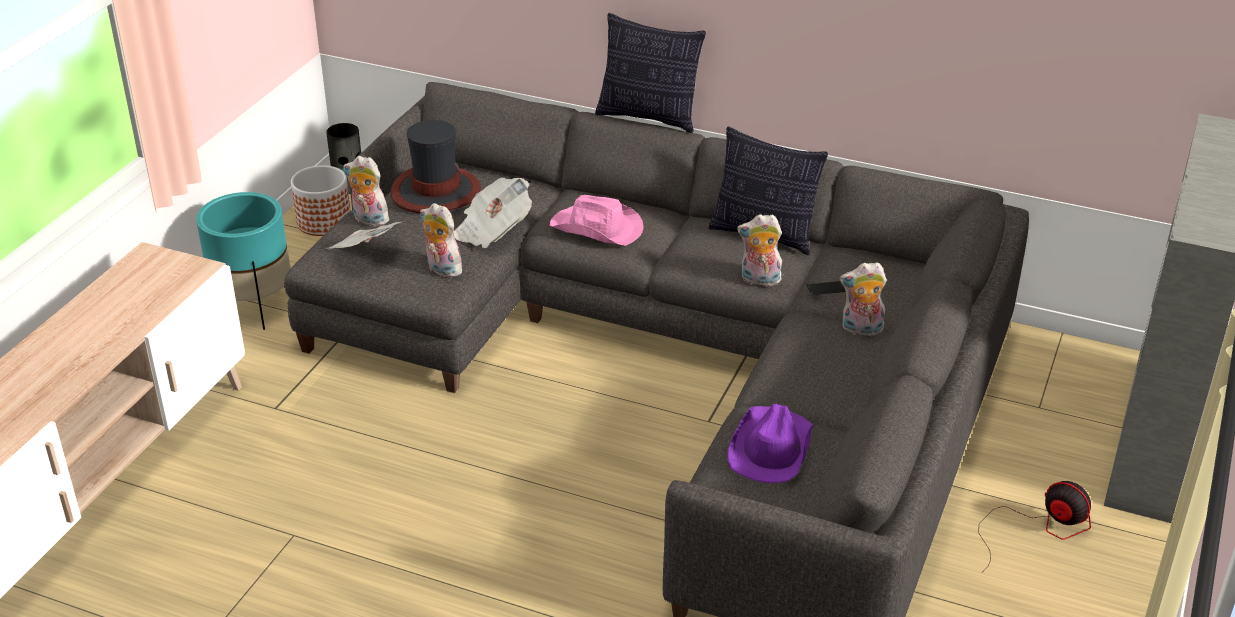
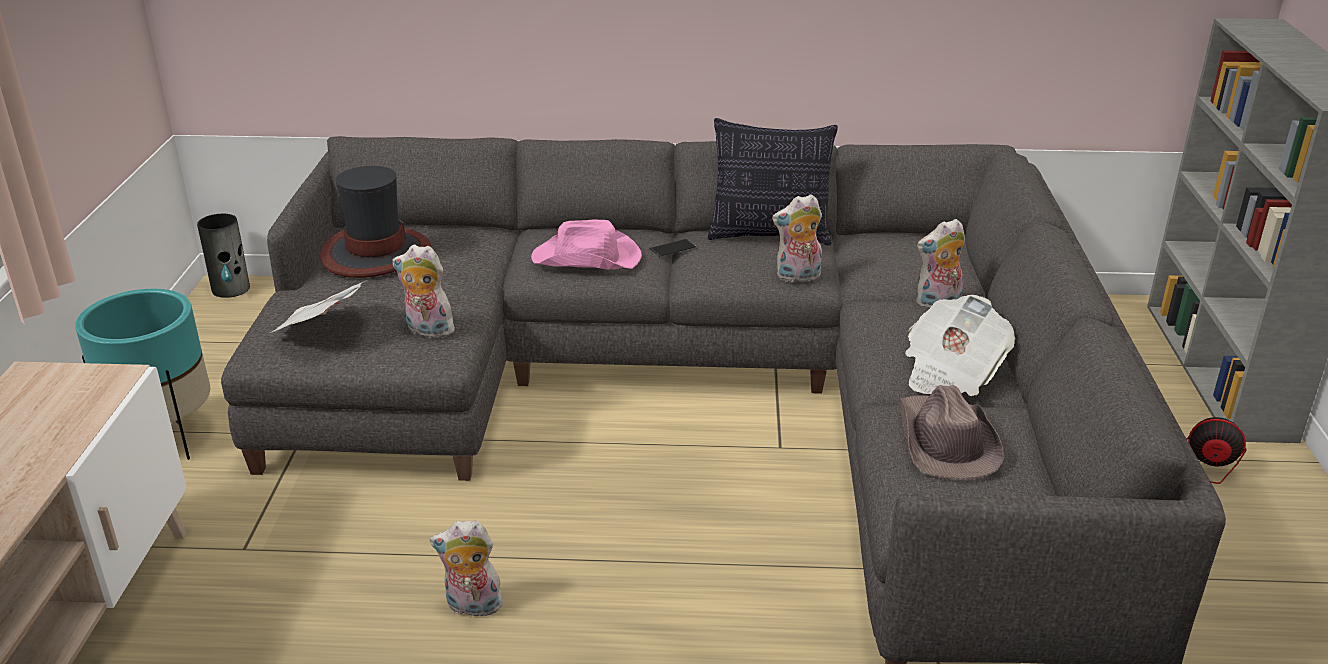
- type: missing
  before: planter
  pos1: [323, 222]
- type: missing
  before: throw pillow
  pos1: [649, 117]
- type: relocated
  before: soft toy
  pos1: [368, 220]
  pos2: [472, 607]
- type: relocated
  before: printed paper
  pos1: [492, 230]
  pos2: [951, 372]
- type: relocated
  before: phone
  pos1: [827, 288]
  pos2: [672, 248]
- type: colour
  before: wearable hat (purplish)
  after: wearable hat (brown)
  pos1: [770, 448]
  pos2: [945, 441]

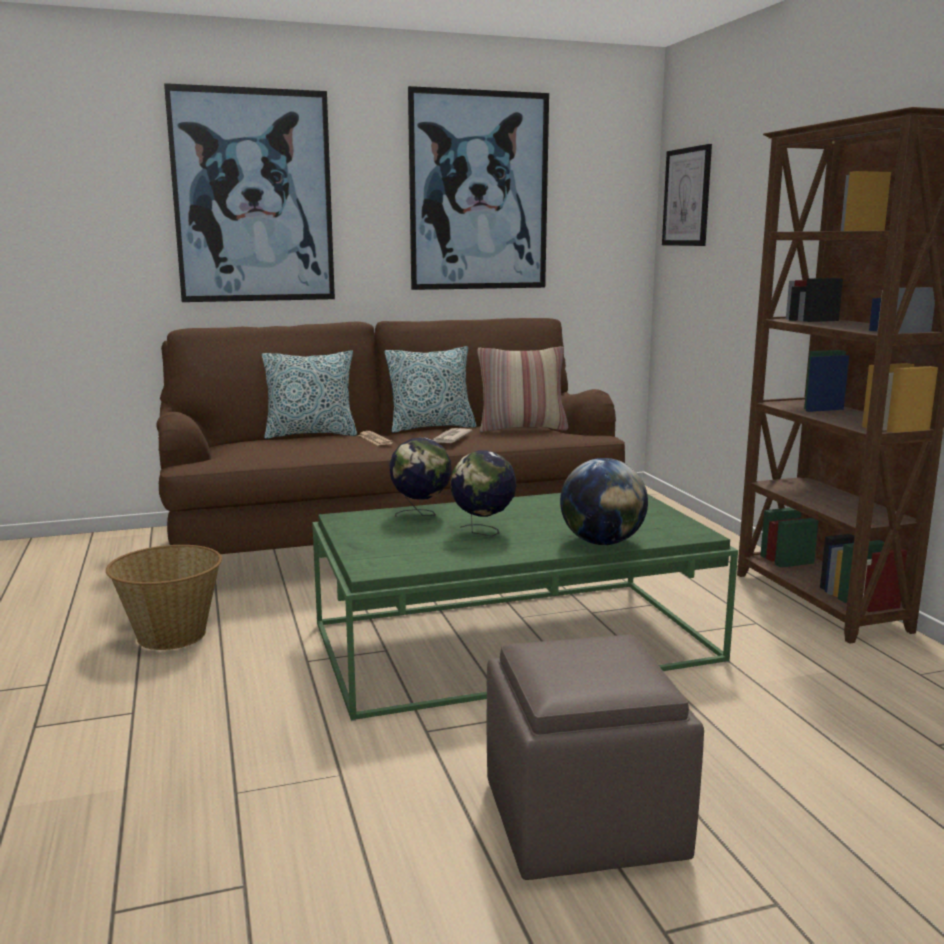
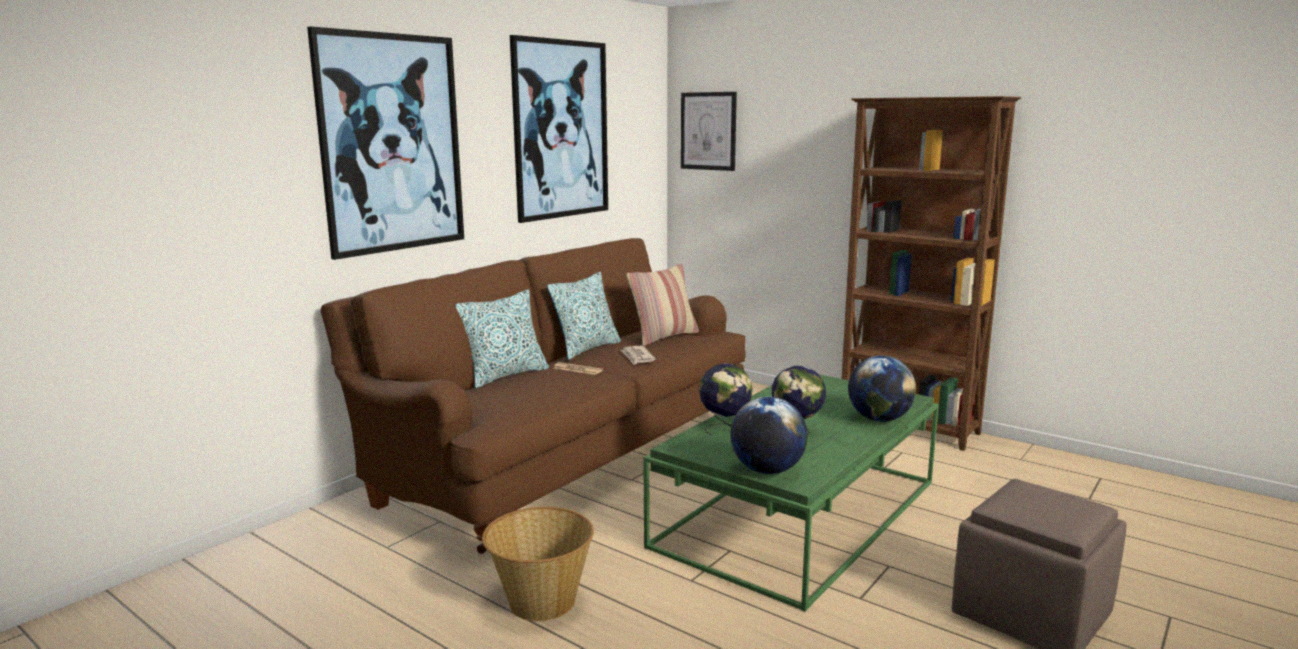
- type: appeared
  after: globe
  pos2: [767, 470]

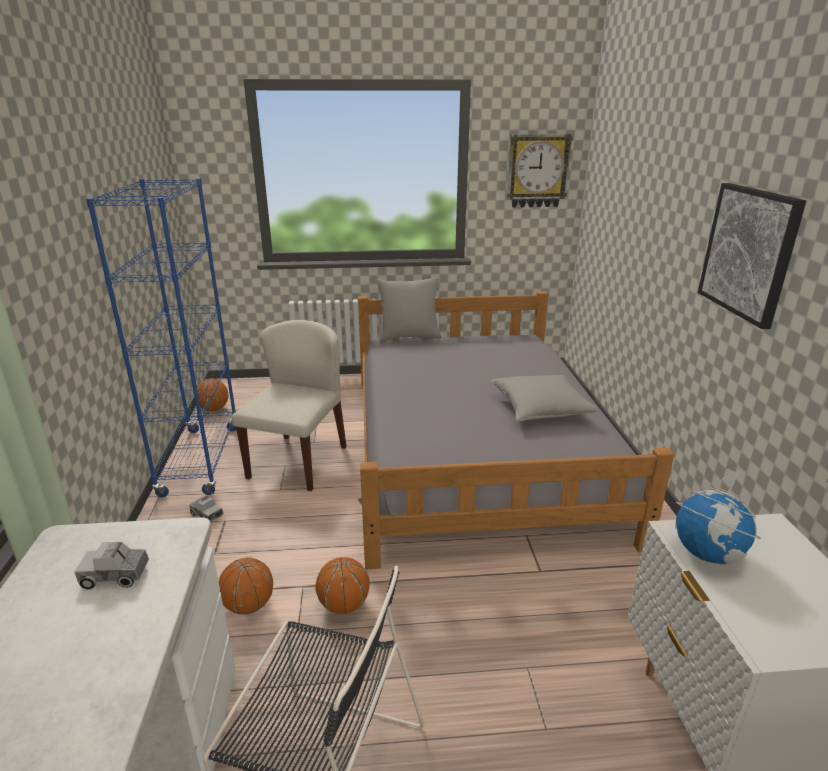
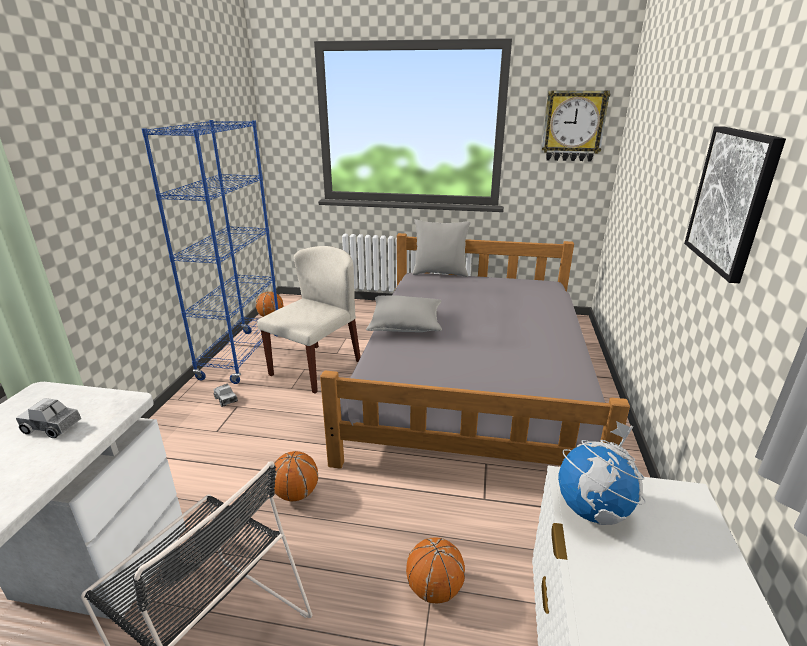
- type: relocated
  before: basketball ball
  pos1: [249, 605]
  pos2: [434, 589]
- type: relocated
  before: throw pillow (greyish)
  pos1: [540, 409]
  pos2: [406, 325]

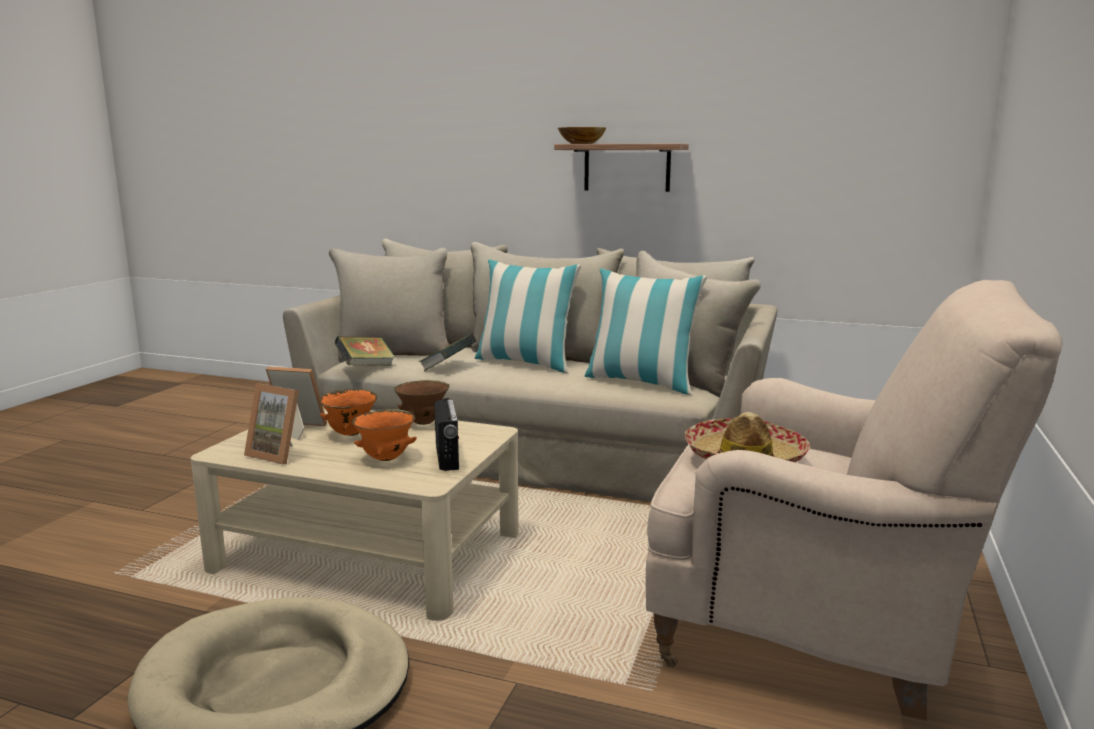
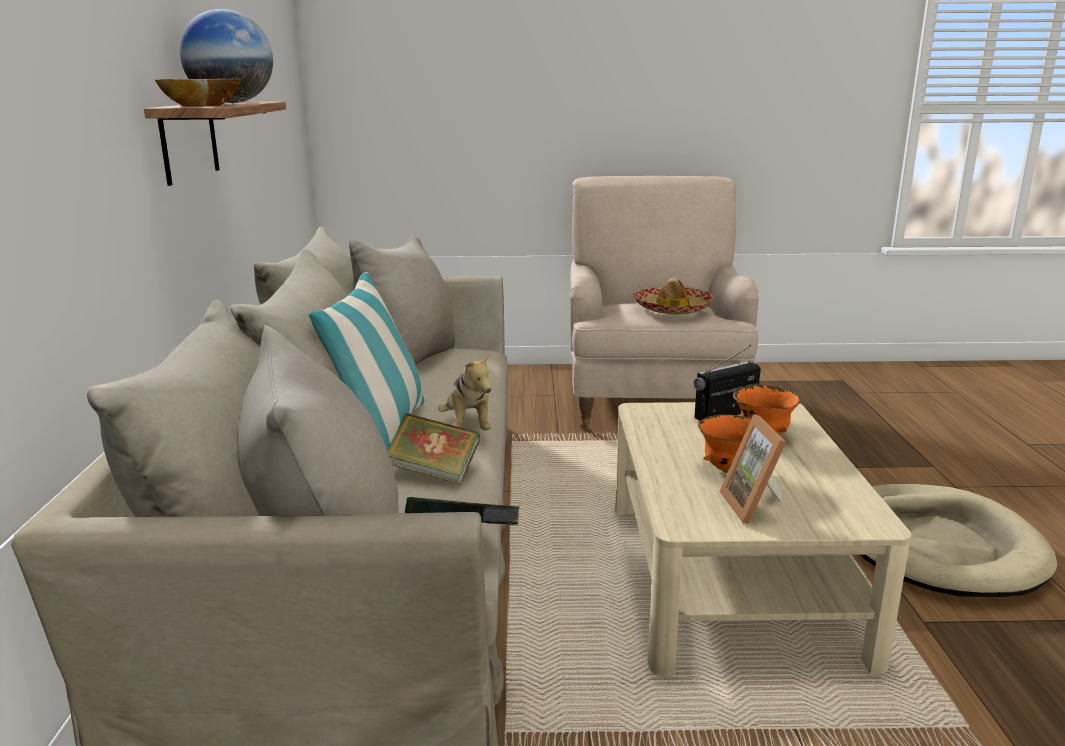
- type: missing
  before: picture frame
  pos1: [279, 454]
- type: missing
  before: serving bowl (brown)
  pos1: [423, 423]
- type: missing
  before: throw pillow
  pos1: [641, 382]
- type: appeared
  after: globe
  pos2: [232, 102]
- type: appeared
  after: soft toy
  pos2: [468, 426]

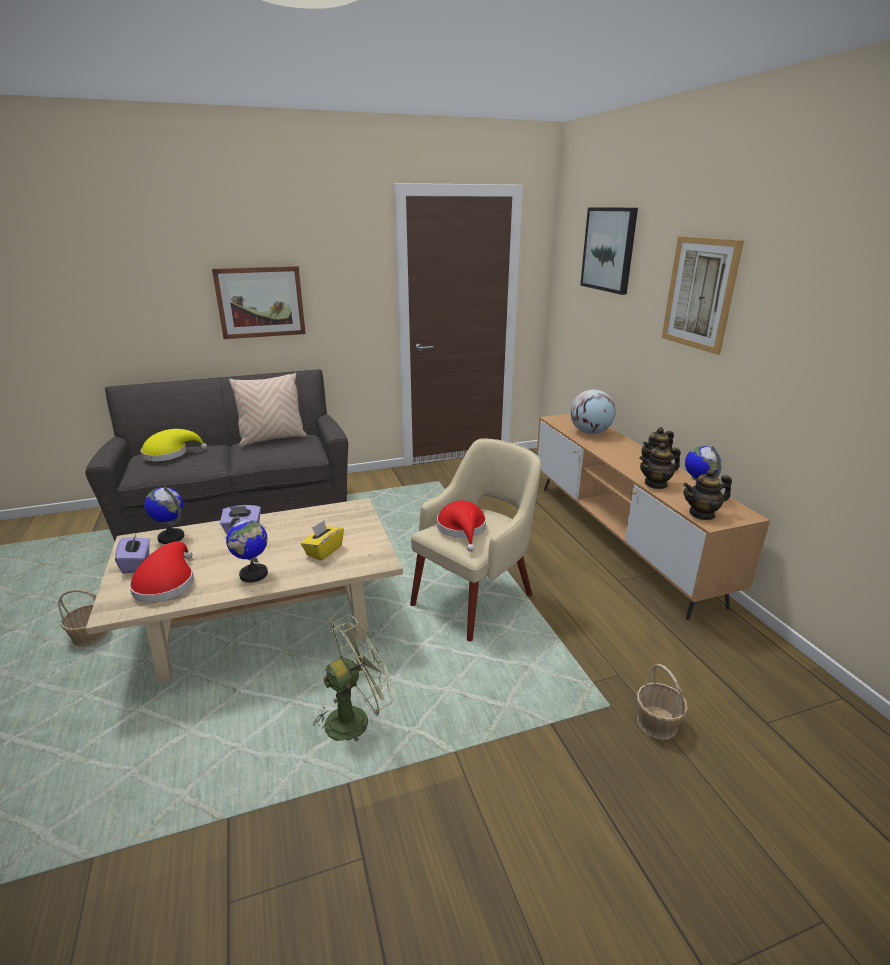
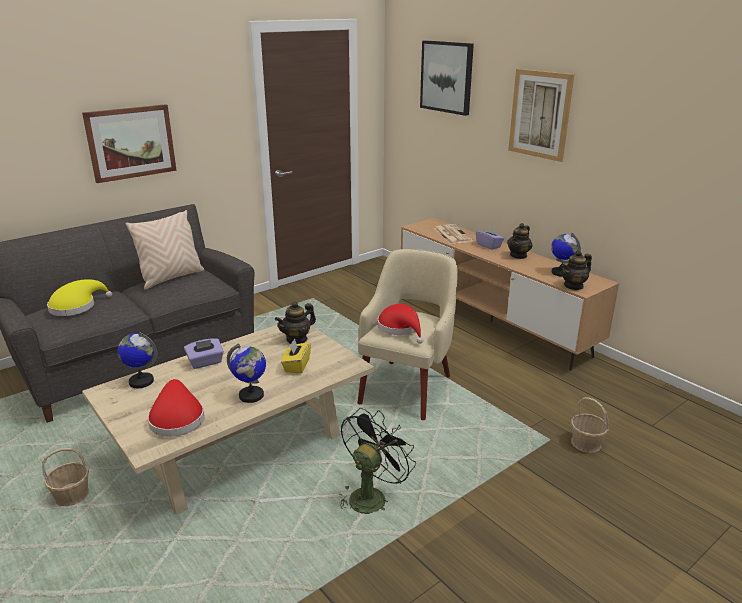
- type: relocated
  before: tissue holder (purplish)
  pos1: [137, 563]
  pos2: [489, 246]
- type: relocated
  before: pot for tea
  pos1: [656, 484]
  pos2: [297, 339]
- type: exchanged
  before: globe
  after: printed paper
  pos1: [590, 432]
  pos2: [452, 235]
- type: colour
  before: fan (greenish)
  after: fan (black-coloured)
  pos1: [355, 718]
  pos2: [371, 495]

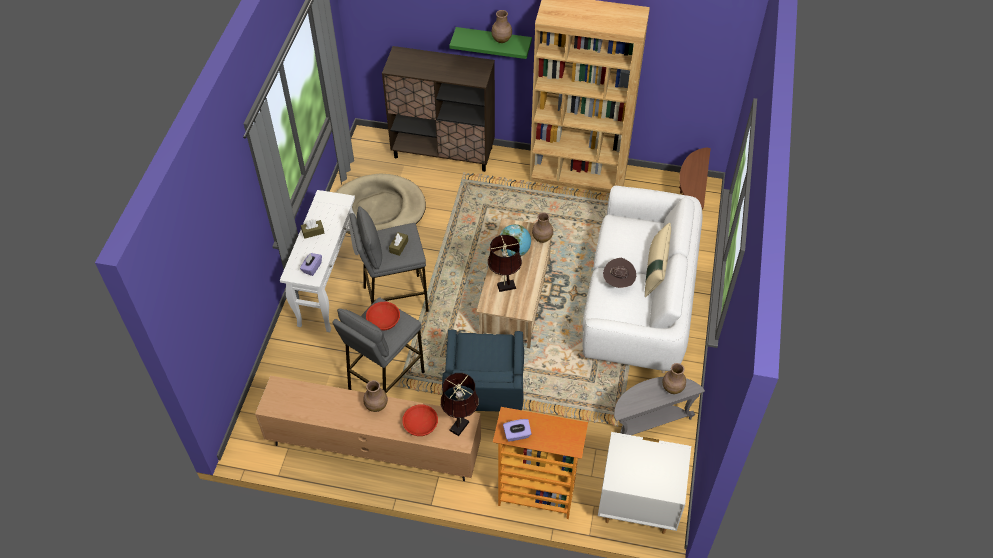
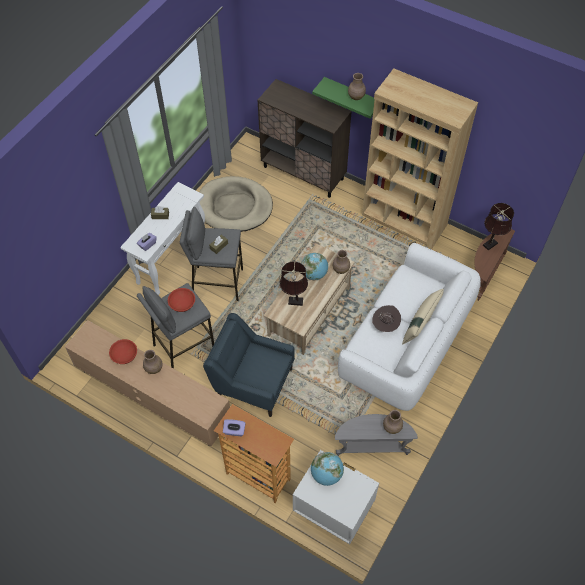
- type: appeared
  after: globe
  pos2: [326, 474]
- type: relocated
  before: serving bowl (reddish)
  pos1: [420, 424]
  pos2: [124, 355]
- type: relocated
  before: table lamp (brown)
  pos1: [460, 424]
  pos2: [491, 243]
- type: spun
  before: easy chair (blue)
  pos1: [484, 395]
  pos2: [252, 382]
  turn: 90

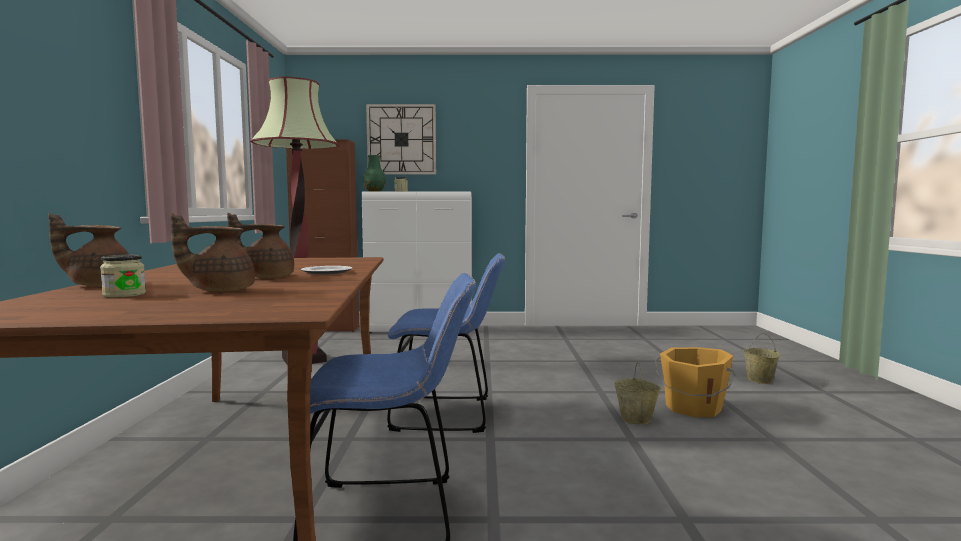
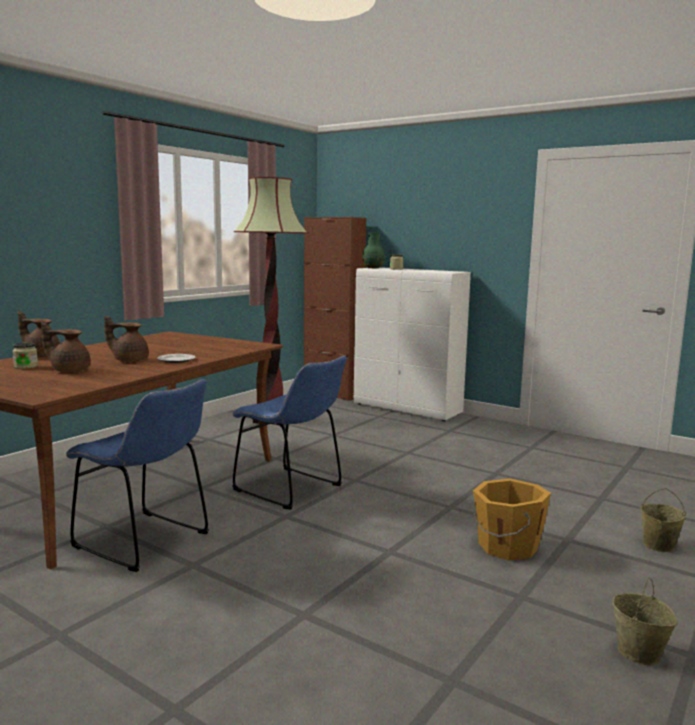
- type: missing
  before: wall clock
  pos1: [401, 139]
- type: relocated
  before: bucket (sand-coloured)
  pos1: [636, 419]
  pos2: [639, 653]

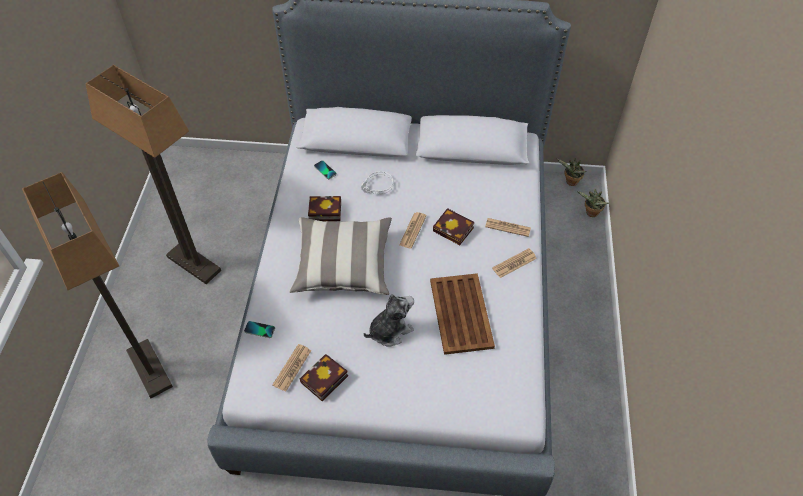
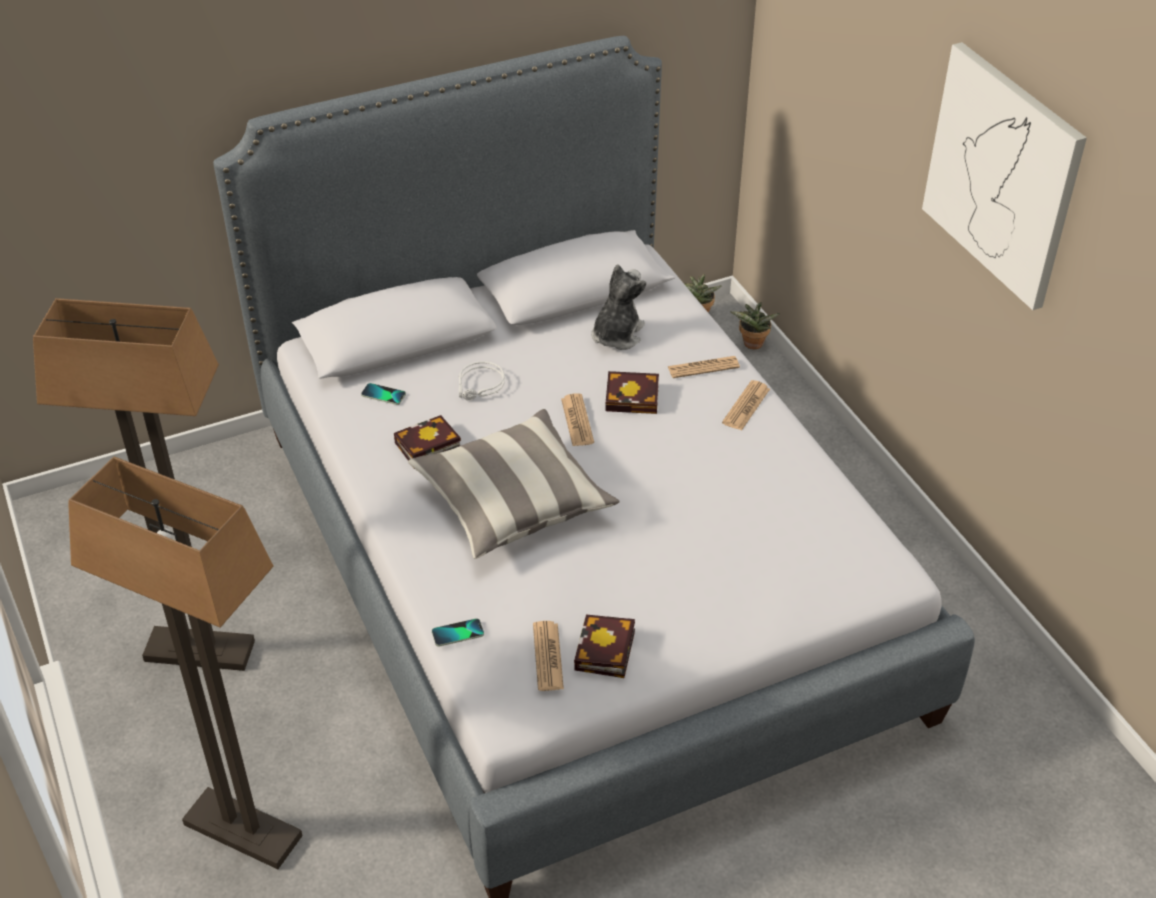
- type: missing
  before: carrying tray (brown)
  pos1: [461, 313]
- type: appeared
  after: wall picture
  pos2: [1002, 174]
- type: relocated
  before: soft toy
  pos1: [390, 330]
  pos2: [616, 335]

